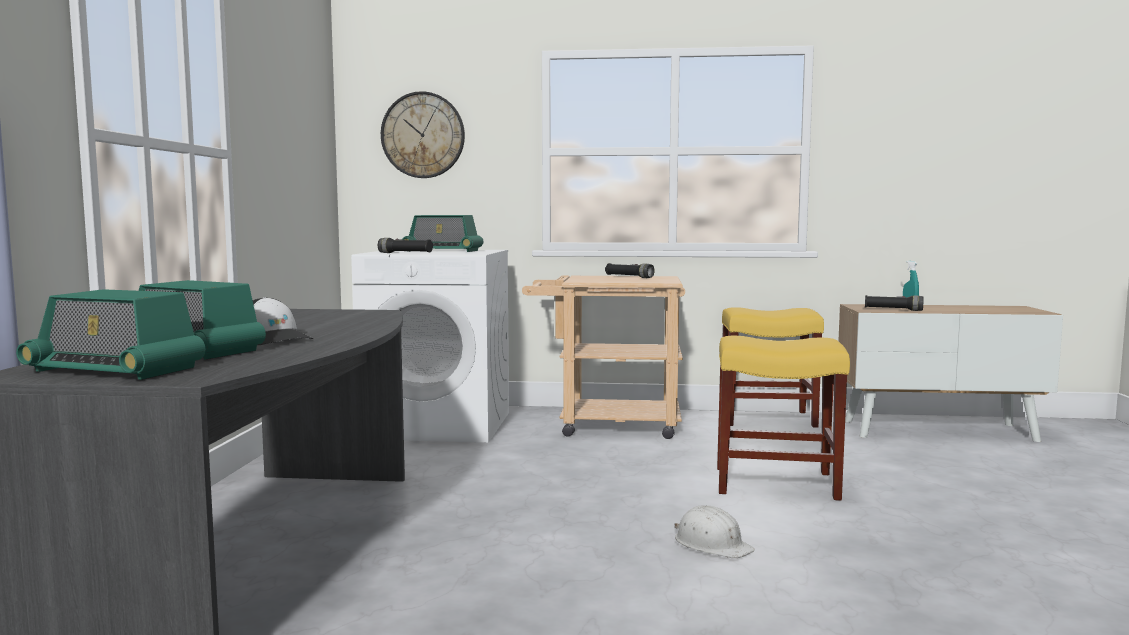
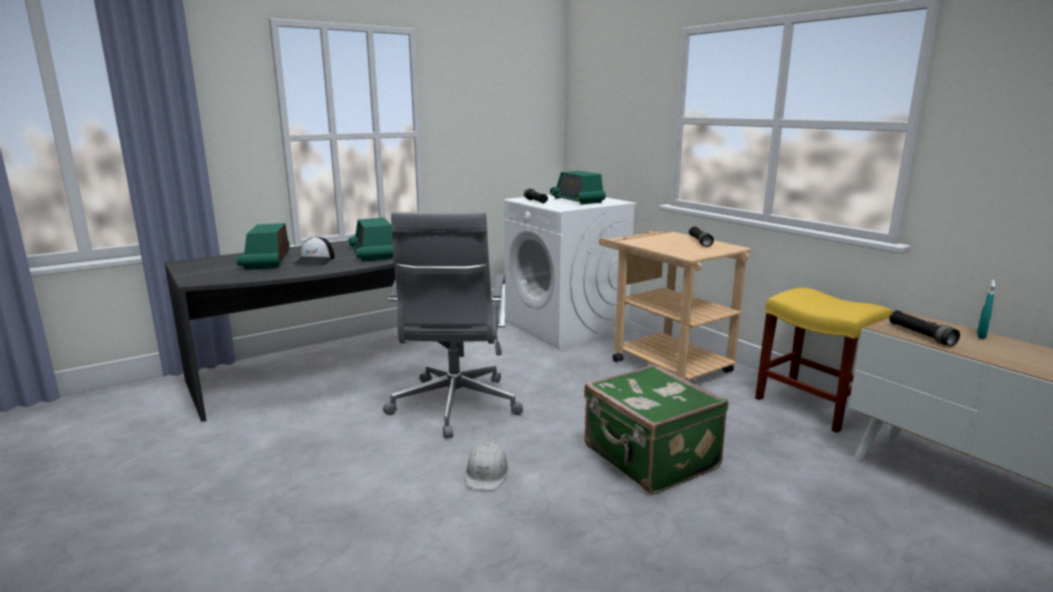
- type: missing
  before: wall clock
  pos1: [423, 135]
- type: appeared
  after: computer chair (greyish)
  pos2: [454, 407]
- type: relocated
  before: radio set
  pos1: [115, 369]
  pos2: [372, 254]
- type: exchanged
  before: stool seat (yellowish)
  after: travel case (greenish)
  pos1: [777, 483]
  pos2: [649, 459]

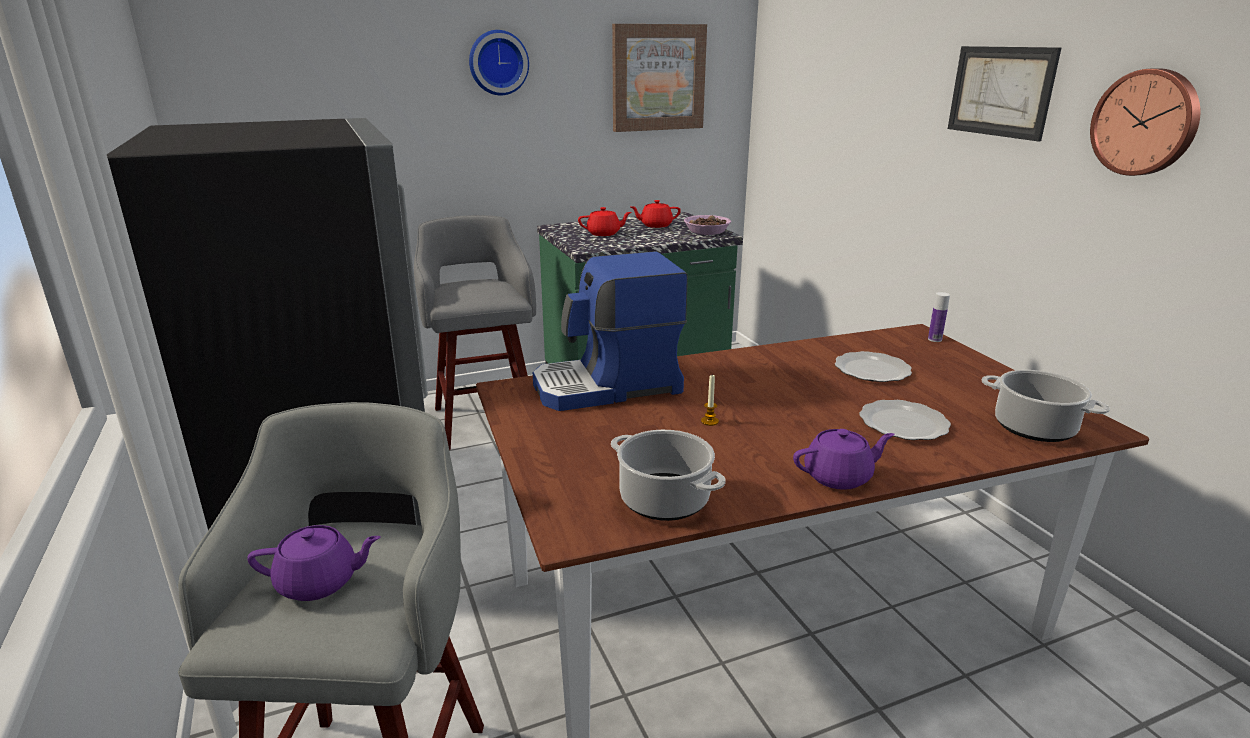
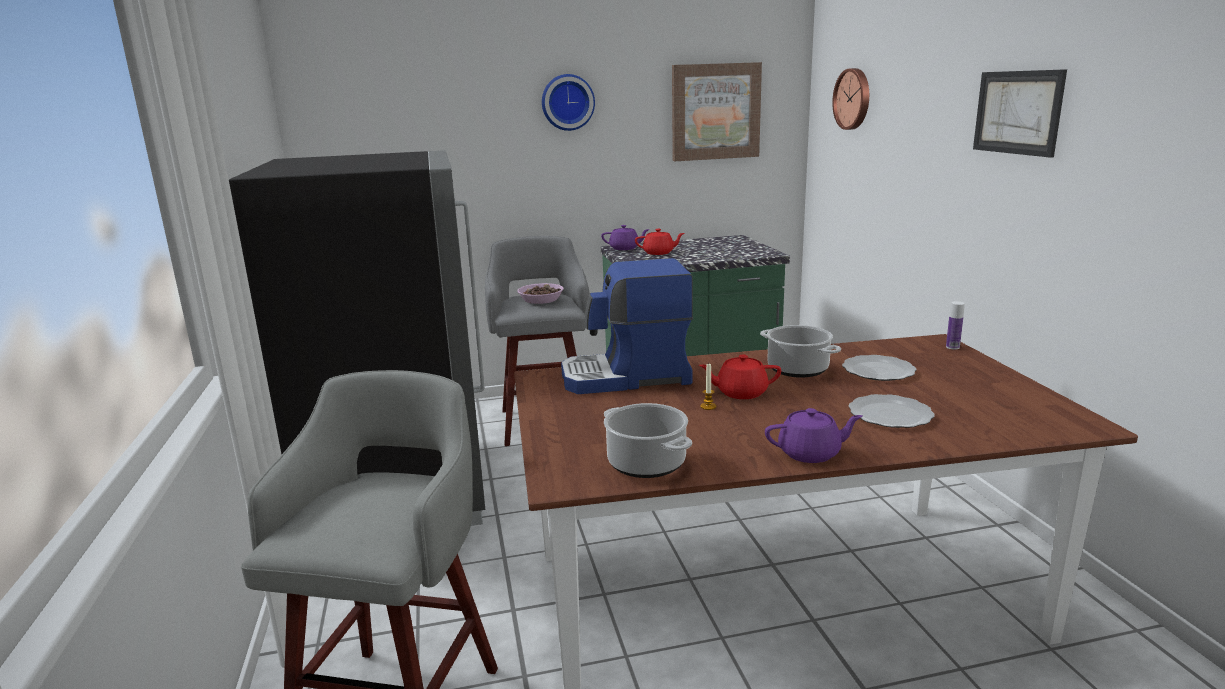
- type: relocated
  before: pot for tea (purplish)
  pos1: [319, 582]
  pos2: [625, 248]
- type: relocated
  before: pot for tea (reddish)
  pos1: [655, 225]
  pos2: [740, 393]
- type: relocated
  before: serving bowl
  pos1: [706, 231]
  pos2: [541, 300]
- type: relocated
  before: saucepot
  pos1: [1035, 428]
  pos2: [798, 369]
- type: relocated
  before: wall clock
  pos1: [1146, 122]
  pos2: [853, 99]

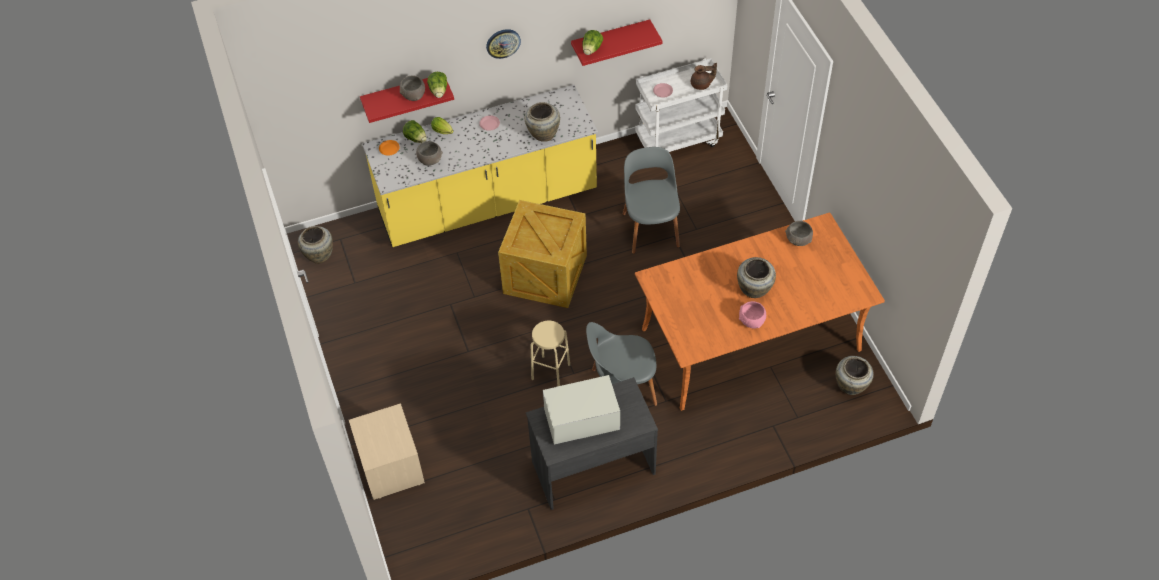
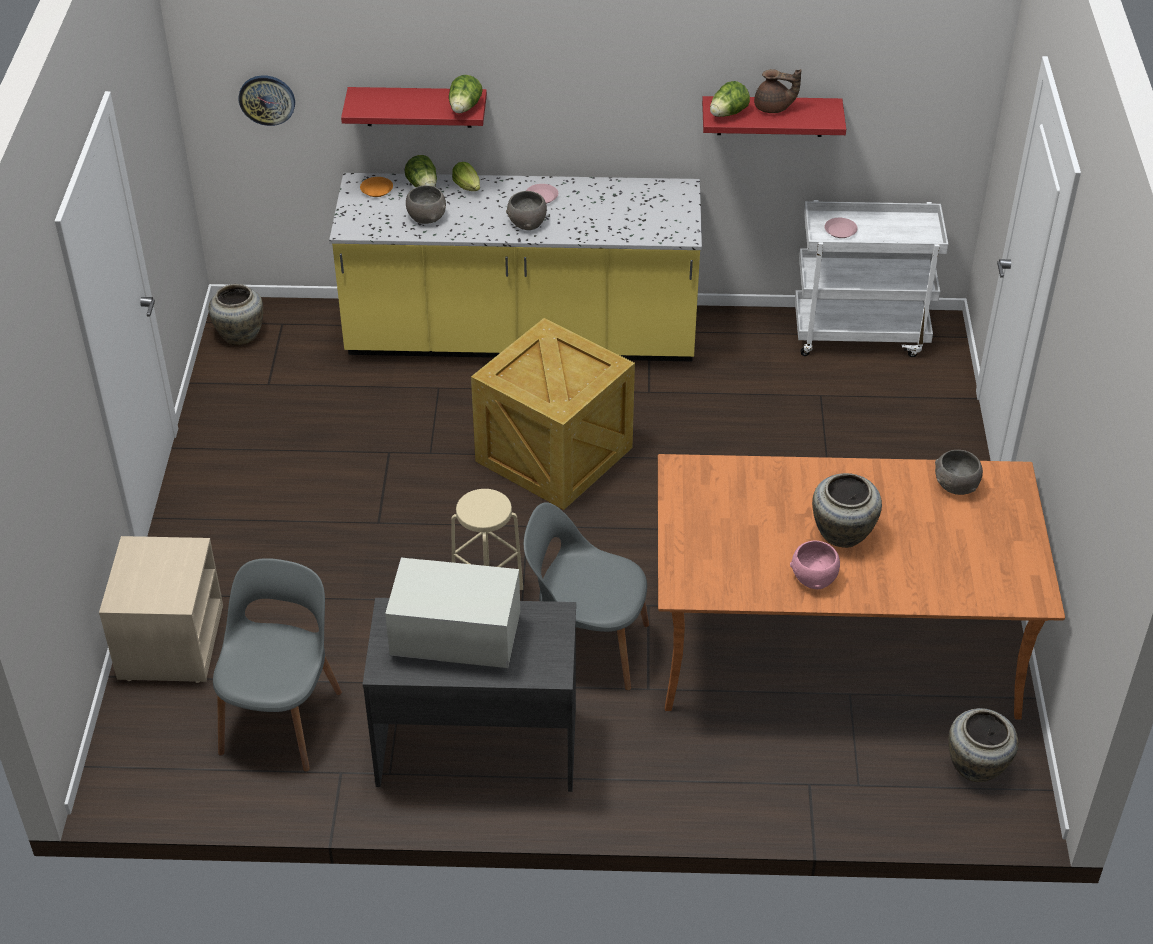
- type: missing
  before: vase (sand-coloured)
  pos1: [543, 134]
- type: relocated
  before: serving bowl (greyish)
  pos1: [413, 95]
  pos2: [526, 223]
- type: relocated
  before: wall clock
  pos1: [503, 43]
  pos2: [267, 99]
- type: relocated
  before: chair (greyish)
  pos1: [650, 228]
  pos2: [282, 719]
- type: relocated
  before: pot for tea (brown)
  pos1: [701, 84]
  pos2: [773, 108]

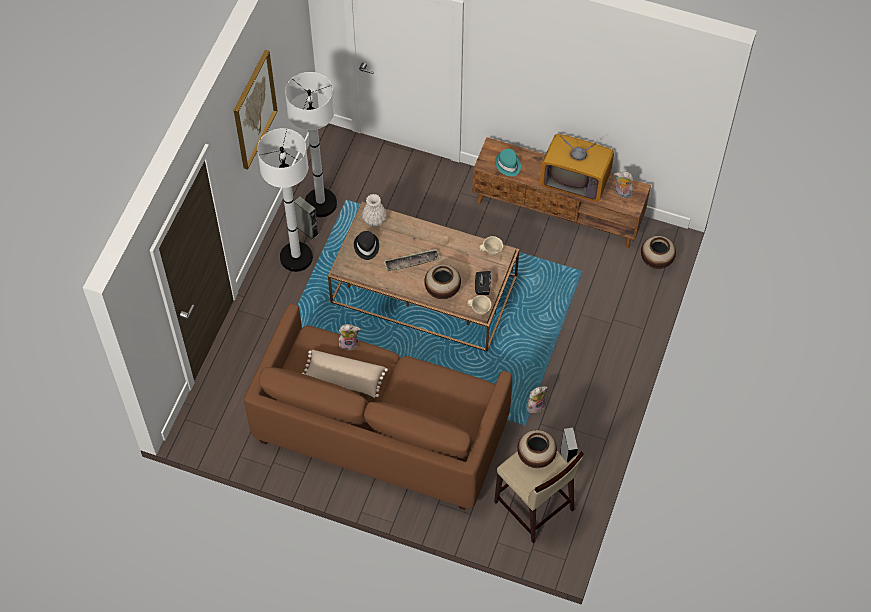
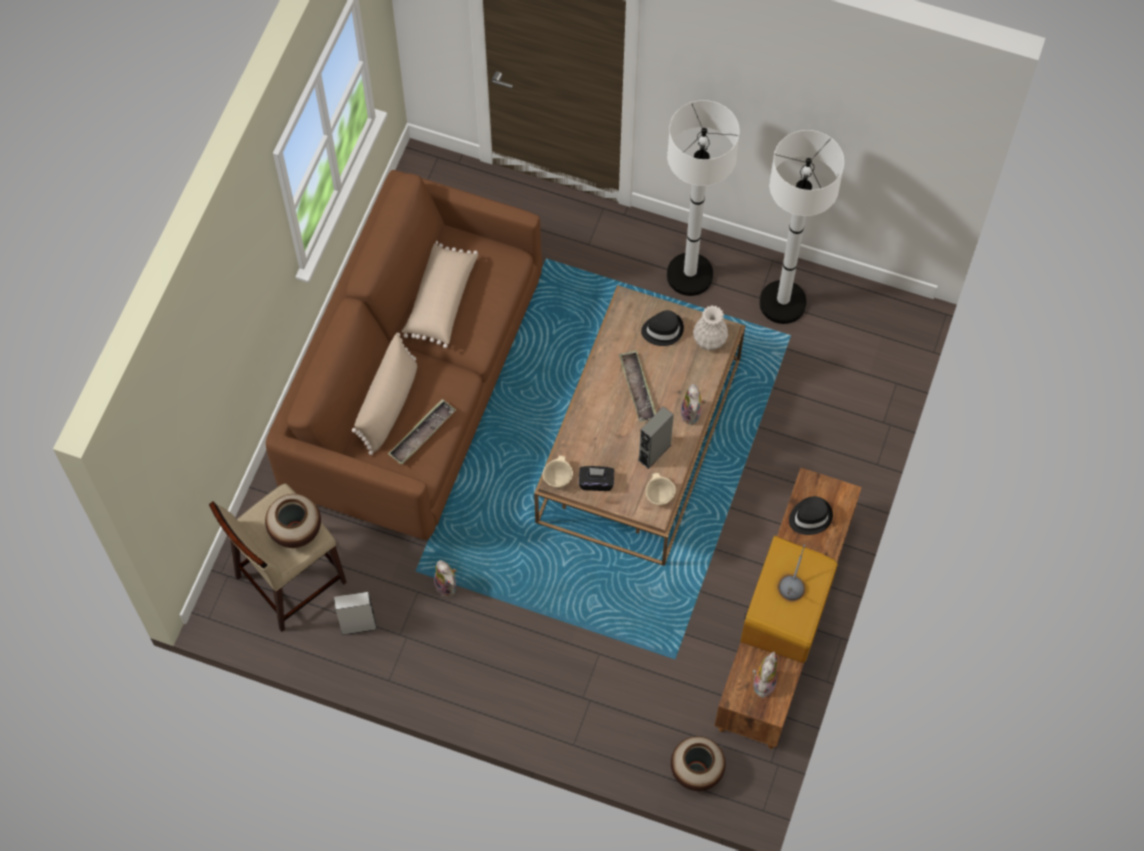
- type: missing
  before: wall picture
  pos1: [254, 109]
- type: missing
  before: vase
  pos1: [442, 290]
- type: appeared
  after: throw pillow (sand-coloured)
  pos2: [389, 404]
- type: appeared
  after: carrying tray
  pos2: [422, 434]
- type: relocated
  before: speaker (greyish)
  pos1: [307, 230]
  pos2: [654, 452]
- type: relocated
  before: soft toy
  pos1: [349, 343]
  pos2: [692, 414]
- type: colour
  before: wearable hat (turquoise-coloured)
  after: wearable hat (black-coloured)
  pos1: [508, 165]
  pos2: [810, 517]

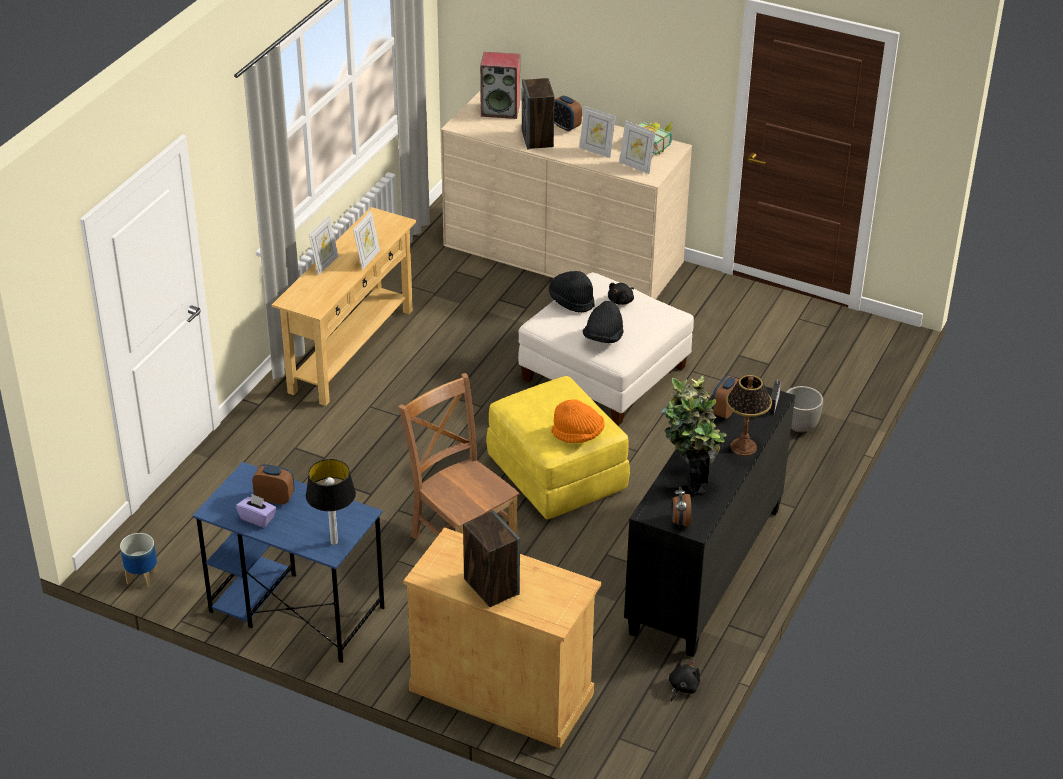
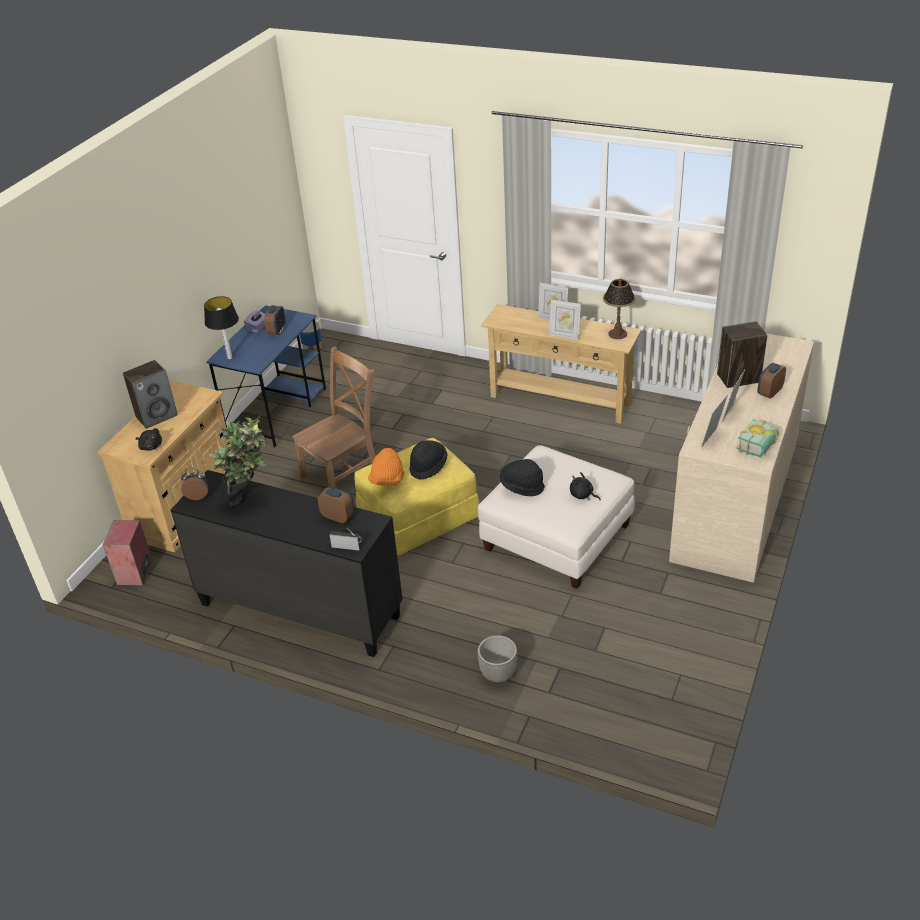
- type: relocated
  before: speaker
  pos1: [501, 110]
  pos2: [135, 573]
- type: relocated
  before: wearable hat (black-coloured)
  pos1: [571, 301]
  pos2: [428, 467]
- type: relocated
  before: soft toy (black-coloured)
  pos1: [682, 687]
  pos2: [150, 446]
- type: relocated
  before: table lamp
  pos1: [744, 447]
  pos2: [617, 334]

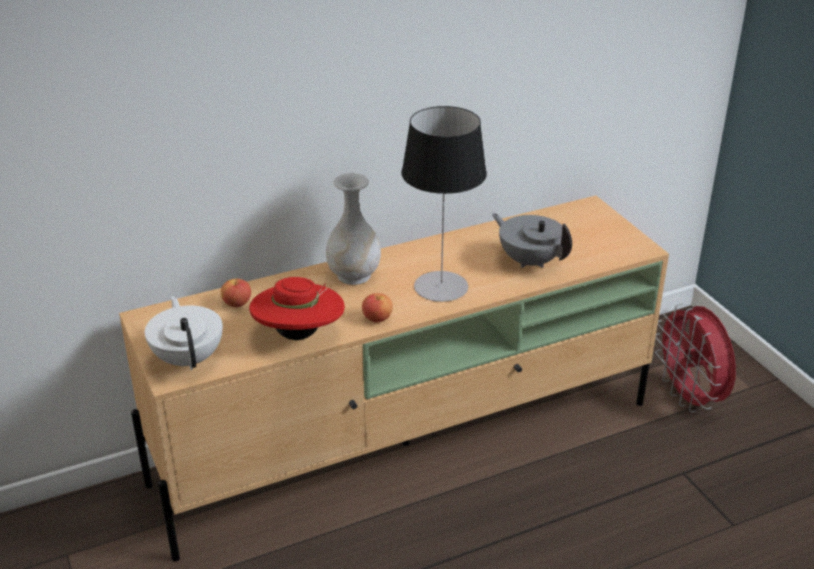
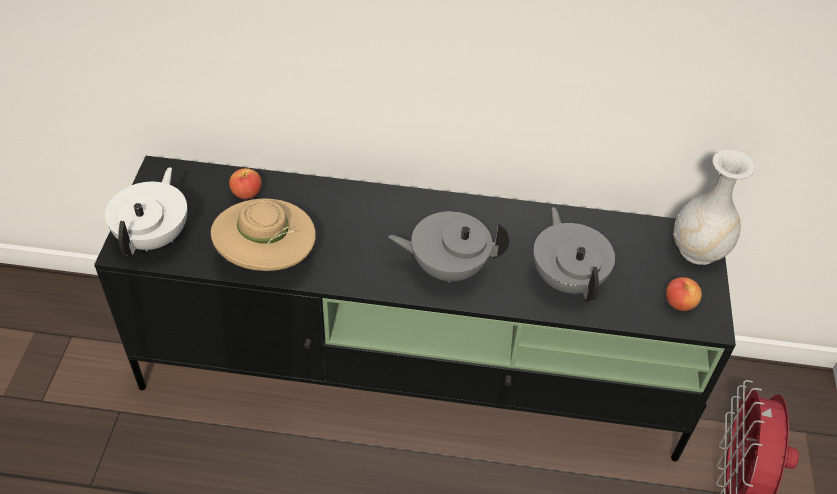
- type: relocated
  before: vase (whitish)
  pos1: [354, 275]
  pos2: [698, 251]
- type: relocated
  before: apple fruit
  pos1: [377, 318]
  pos2: [679, 303]
- type: exchanged
  before: table lamp
  after: pot for tea (greyish)
  pos1: [441, 286]
  pos2: [447, 267]
- type: colour
  before: media console (sand-coloured)
  after: media console (black-coloured)
  pos1: [409, 442]
  pos2: [414, 378]
- type: colour
  before: wearable hat (reddish)
  after: wearable hat (sand-coloured)
  pos1: [299, 335]
  pos2: [267, 258]

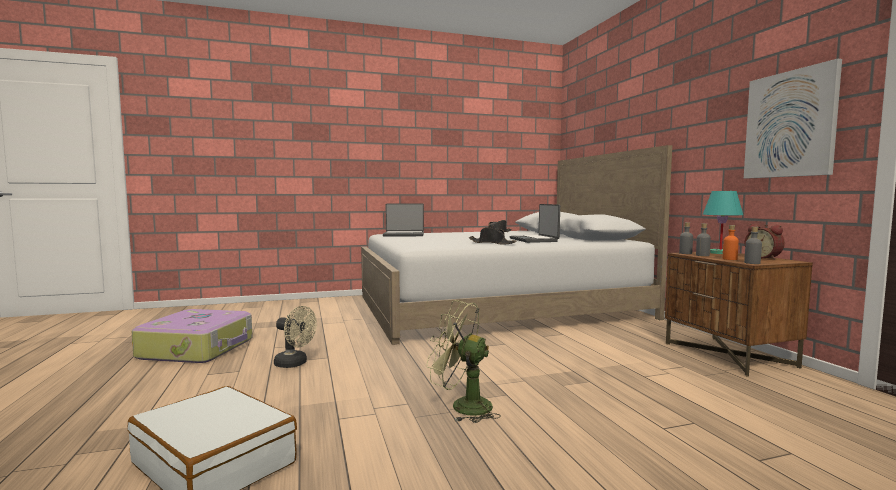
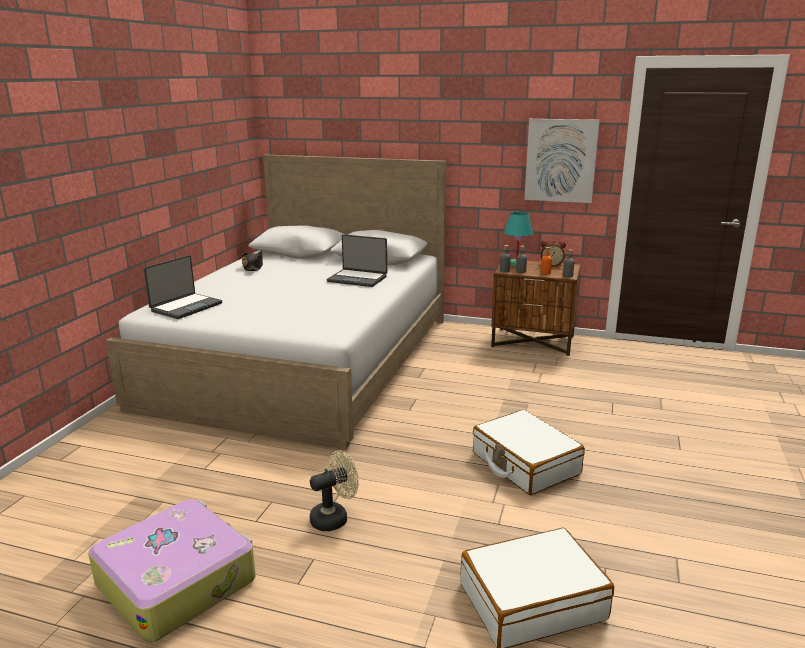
- type: missing
  before: wearable hat (black-coloured)
  pos1: [492, 243]
- type: exchanged
  before: fan (greenish)
  after: travel case (whitish)
  pos1: [462, 406]
  pos2: [525, 464]

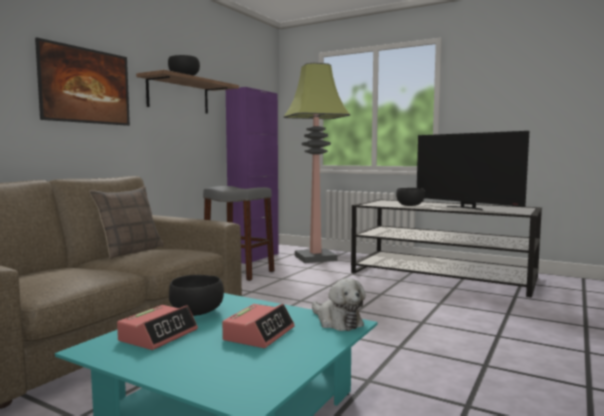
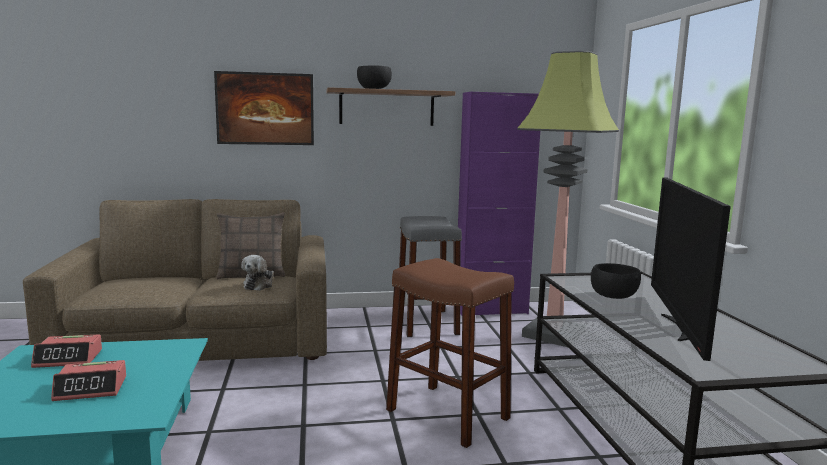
- type: missing
  before: serving bowl (black-coloured)
  pos1: [197, 312]
- type: appeared
  after: stool seat (brown)
  pos2: [447, 414]
- type: relocated
  before: soft toy
  pos1: [337, 322]
  pos2: [259, 285]

